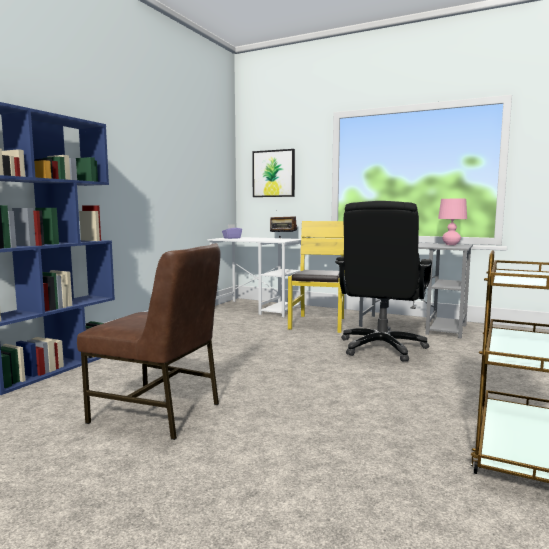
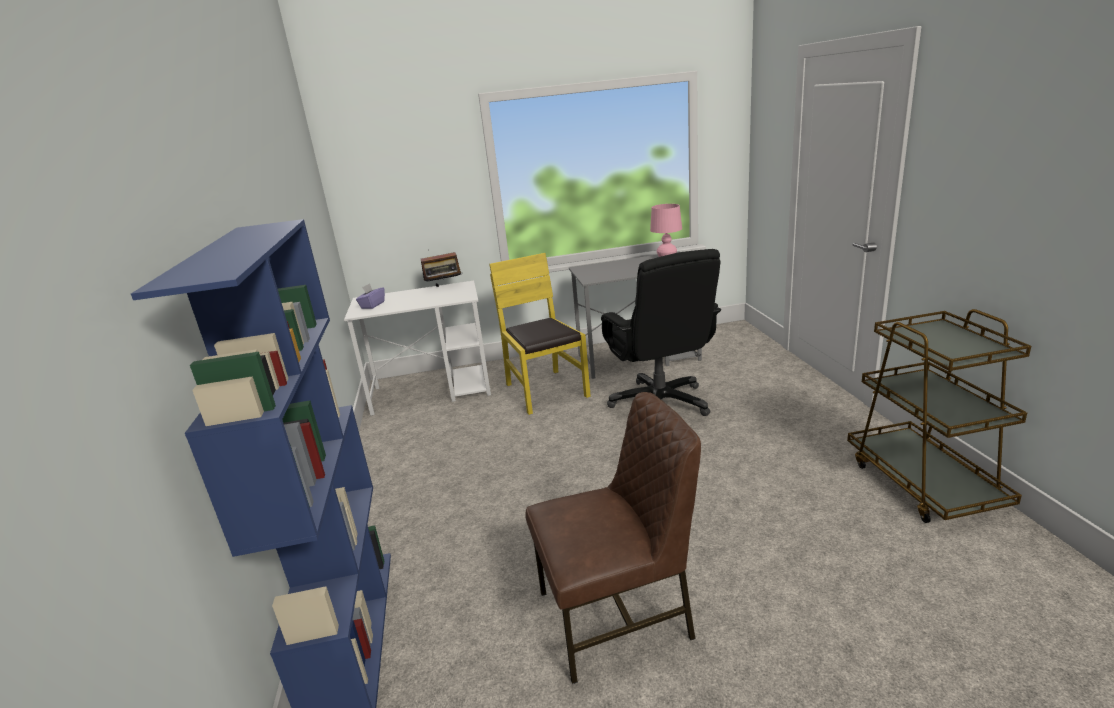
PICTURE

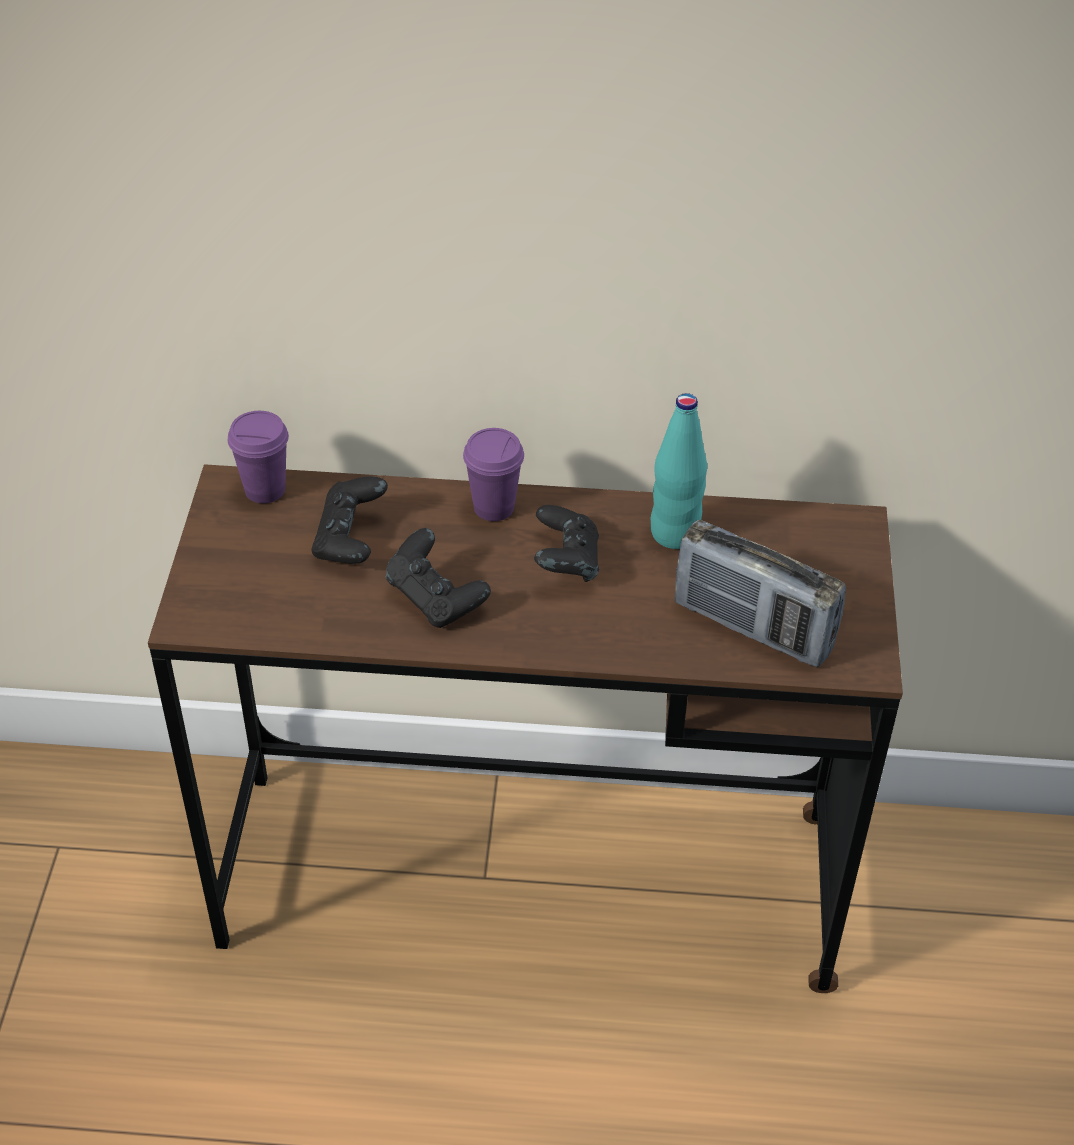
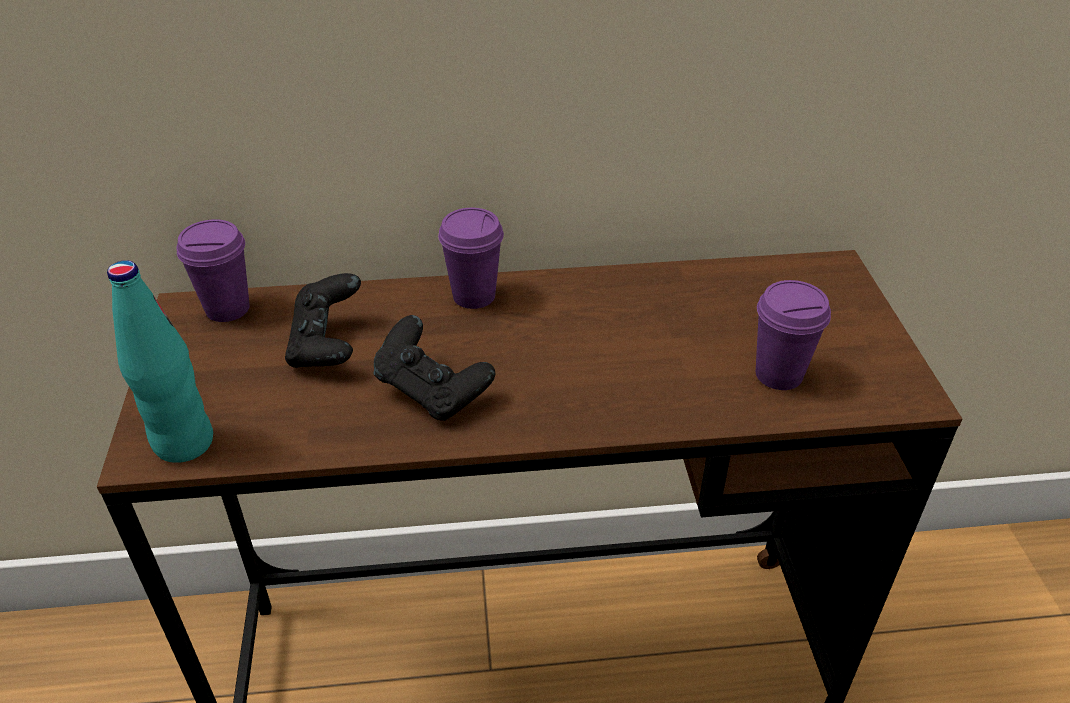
TURQUOISE BOTTLE
PURPLE CUP (3rd from left)
BLACK GAME CONTROLLER (3rd from left in the first image)

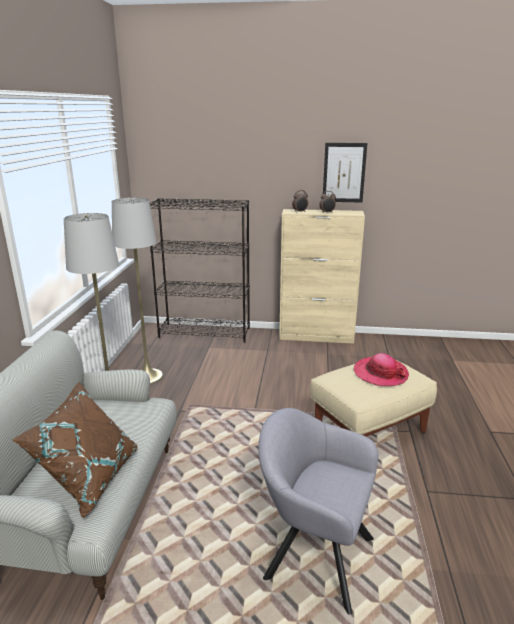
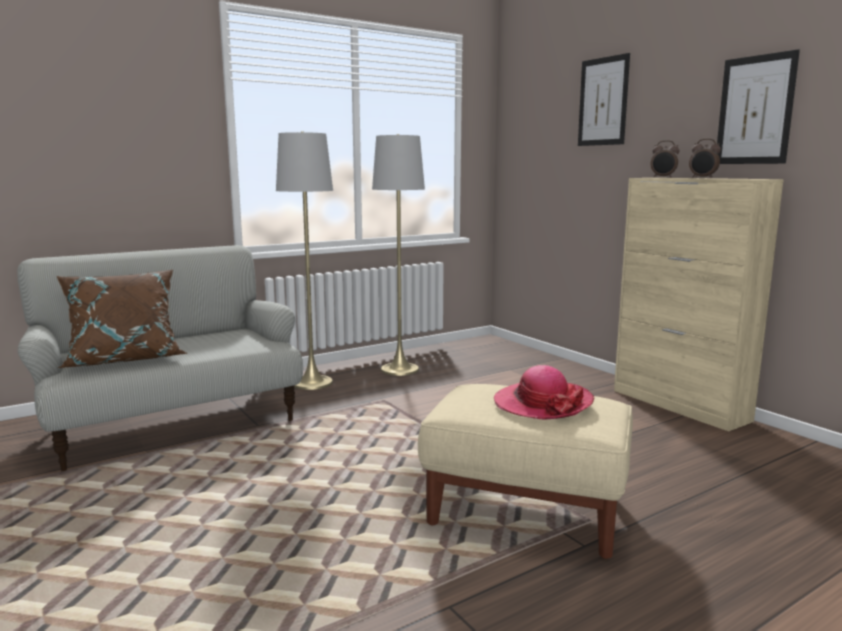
PICTURE (1st from left)
BLACK BOOKCASE
GREY ARMCHAIR

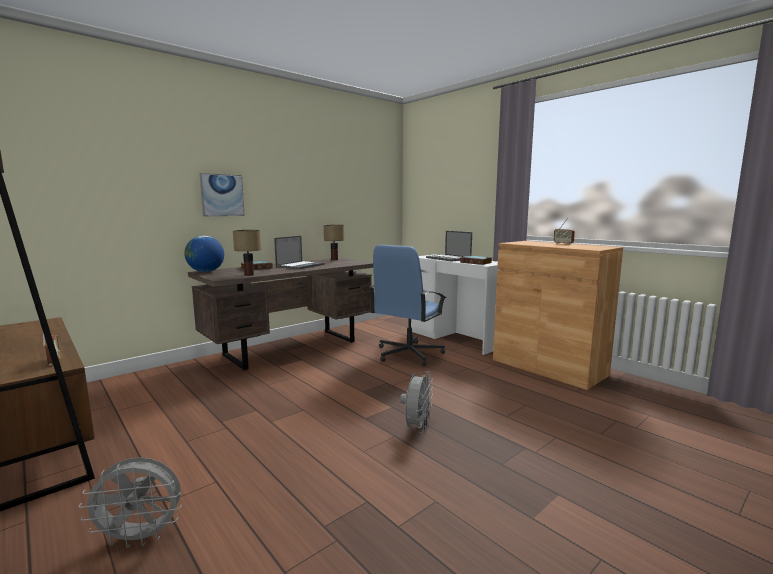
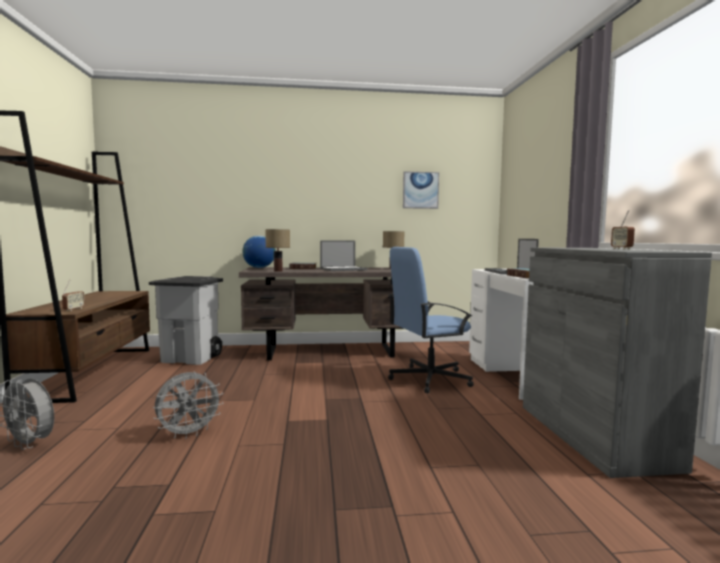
GREY TRASH CAN
GREY FAN (2nd from left)
PICTURE
GREY CABINET

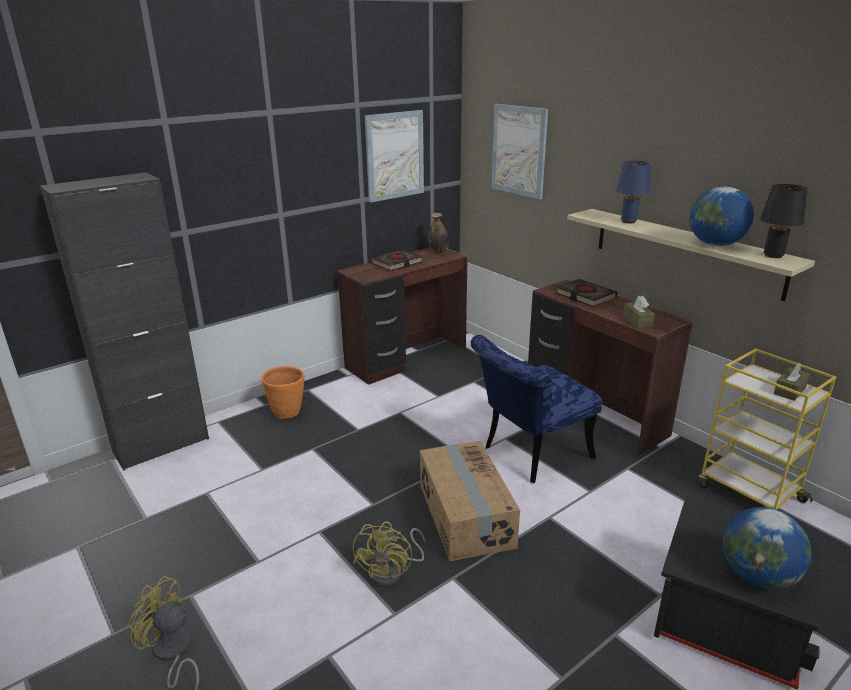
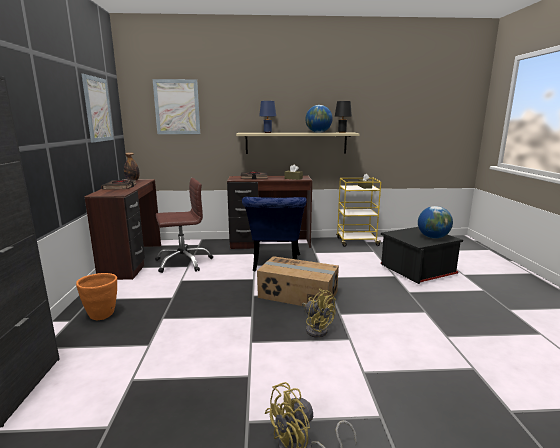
BROWN OFFICE CHAIR

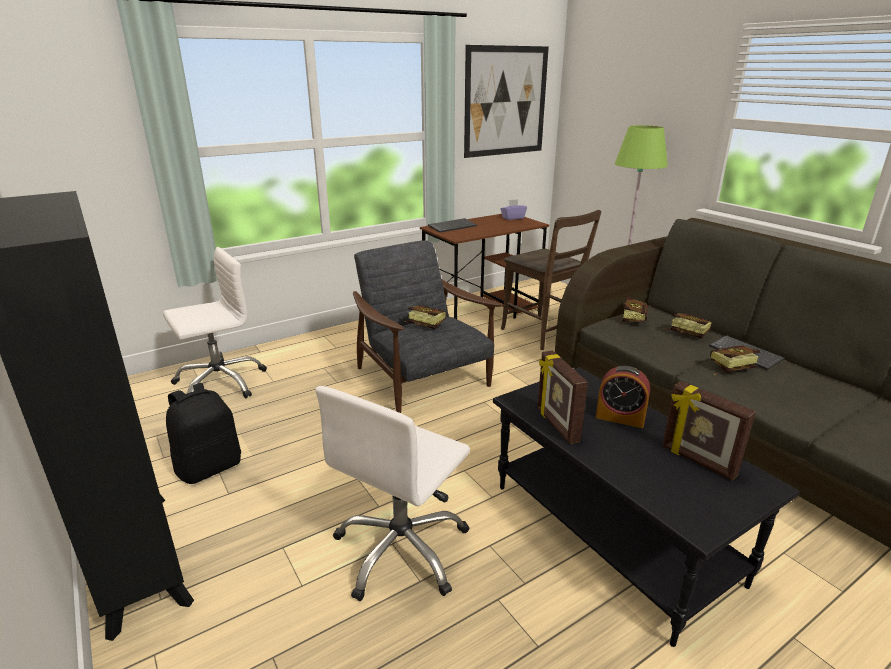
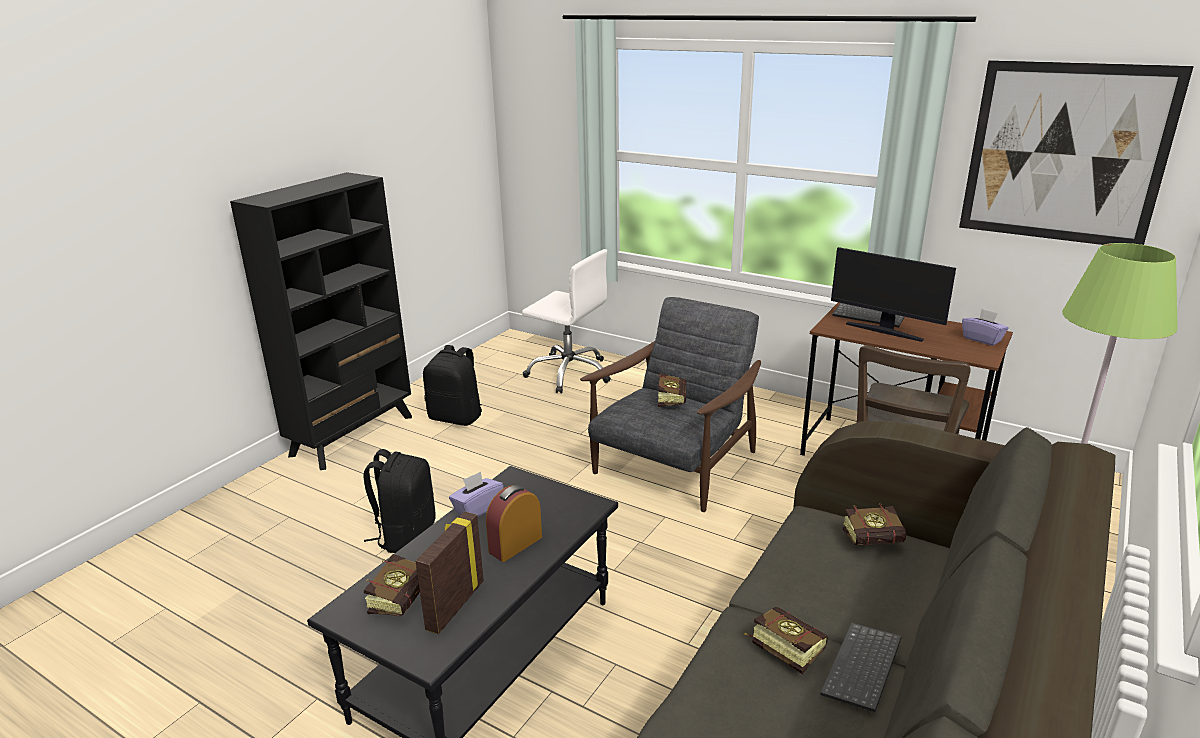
BLACK BACKPACK (1st from left)
BOOK (1st from left)
PURPLE TISSUE BOX (1st from left)
ALARM CLOCK
MONITOR

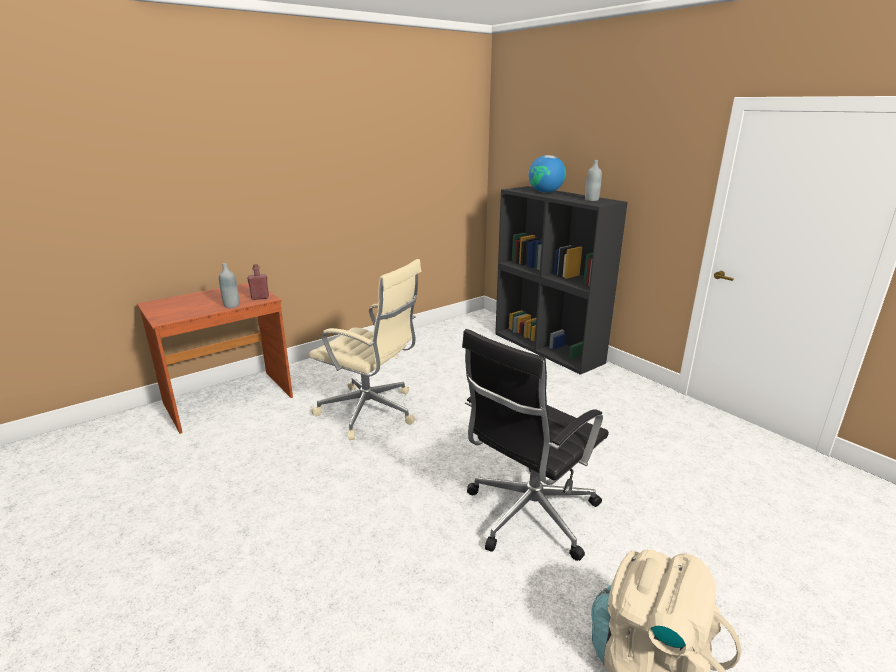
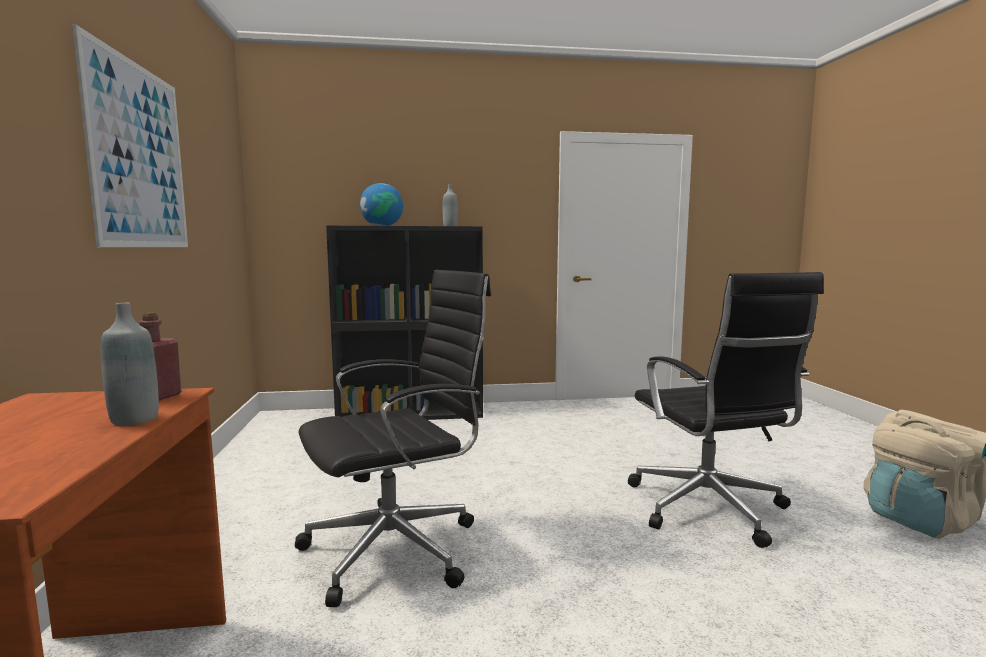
PICTURE
BLACK OFFICE CHAIR (1st from left)

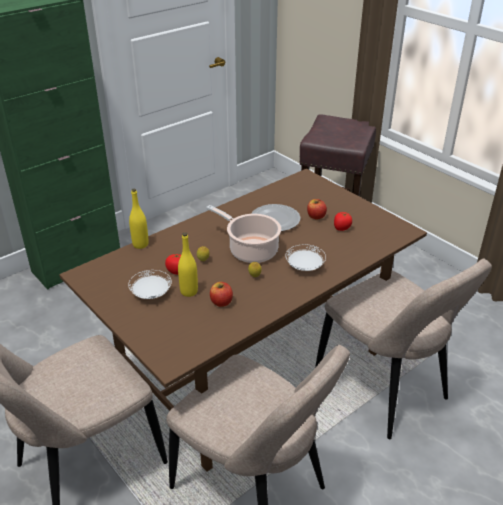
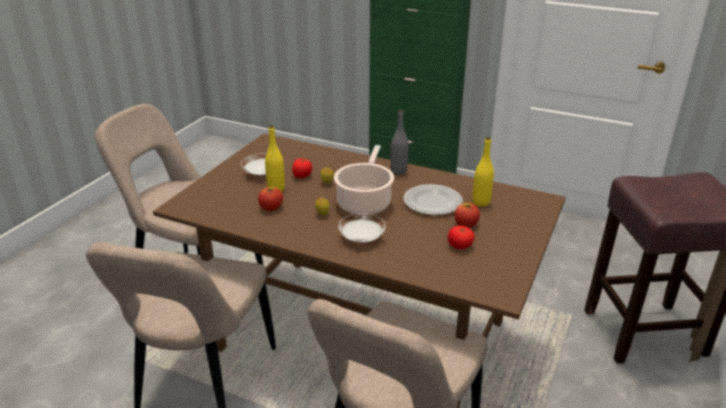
GREY BOTTLE
YELLOW BOTTLE (2nd from left)

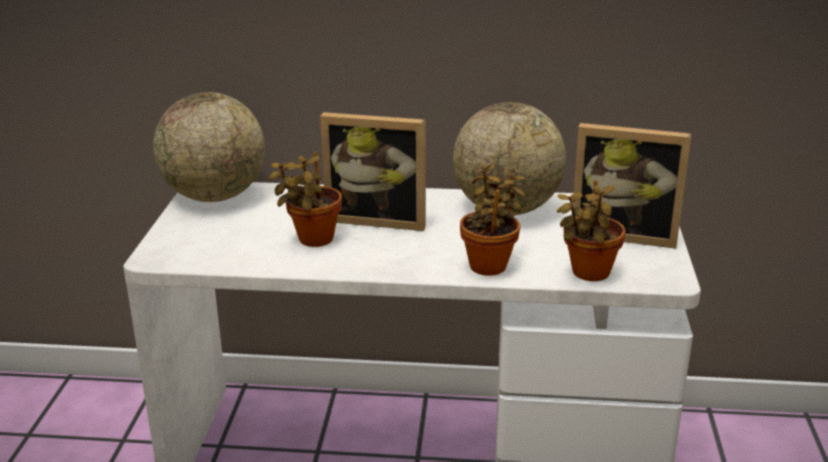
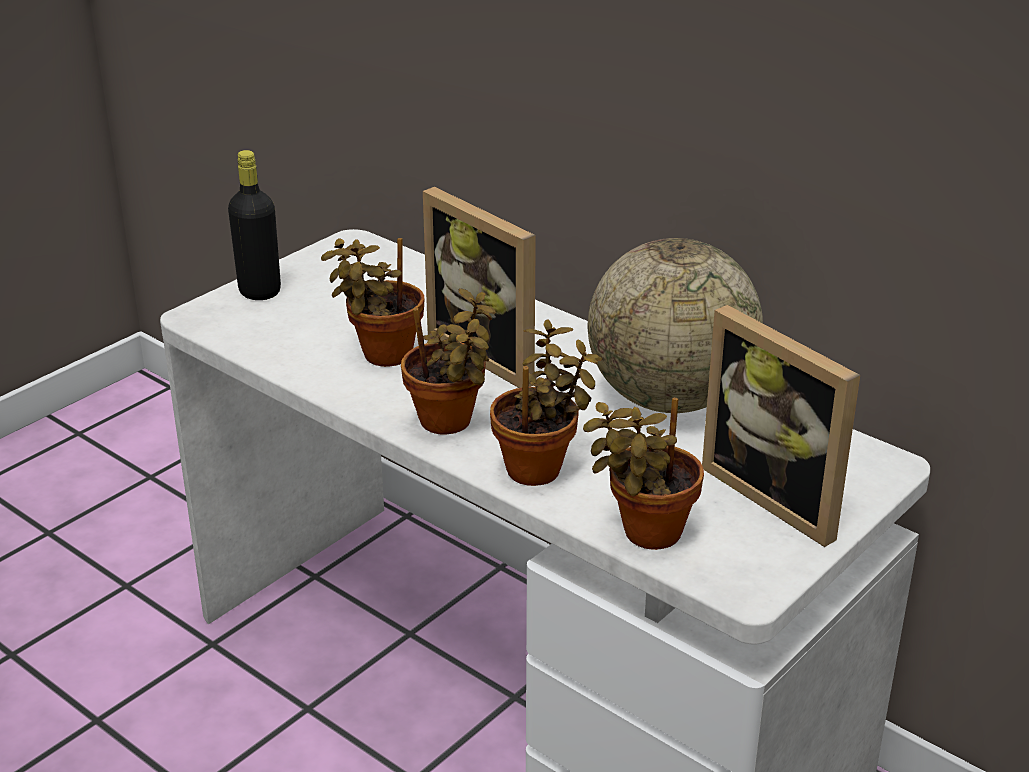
BLACK BOTTLE
POTTED PLANT (2nd from left)
GLOBE (1st from left in the first image)

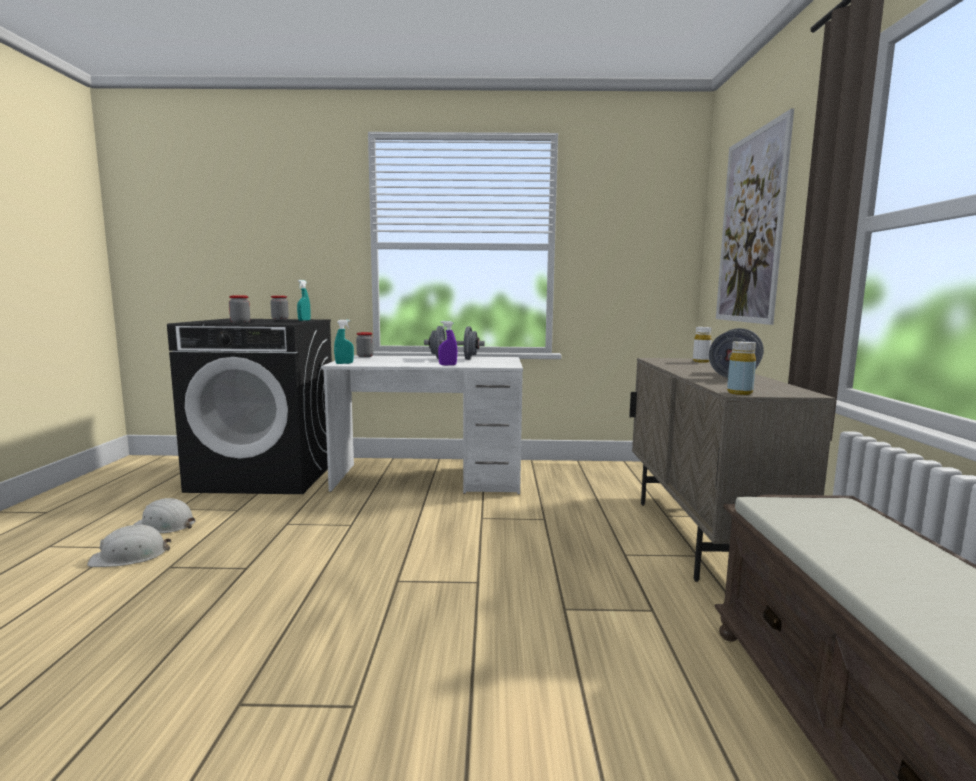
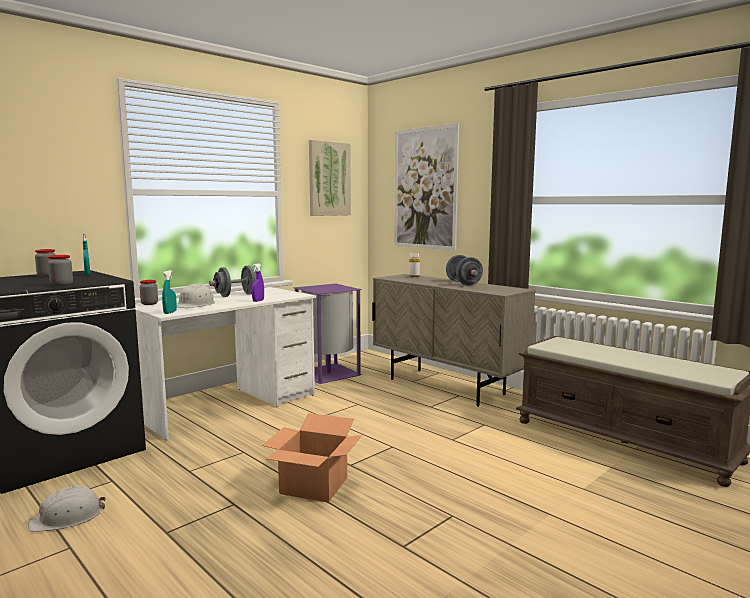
WHITE HARD HAT (2nd from left)
CARDBOARD BOX
PURPLE TRASH CAN
PICTURE (1st from left)
YELLOW BOTTLE

